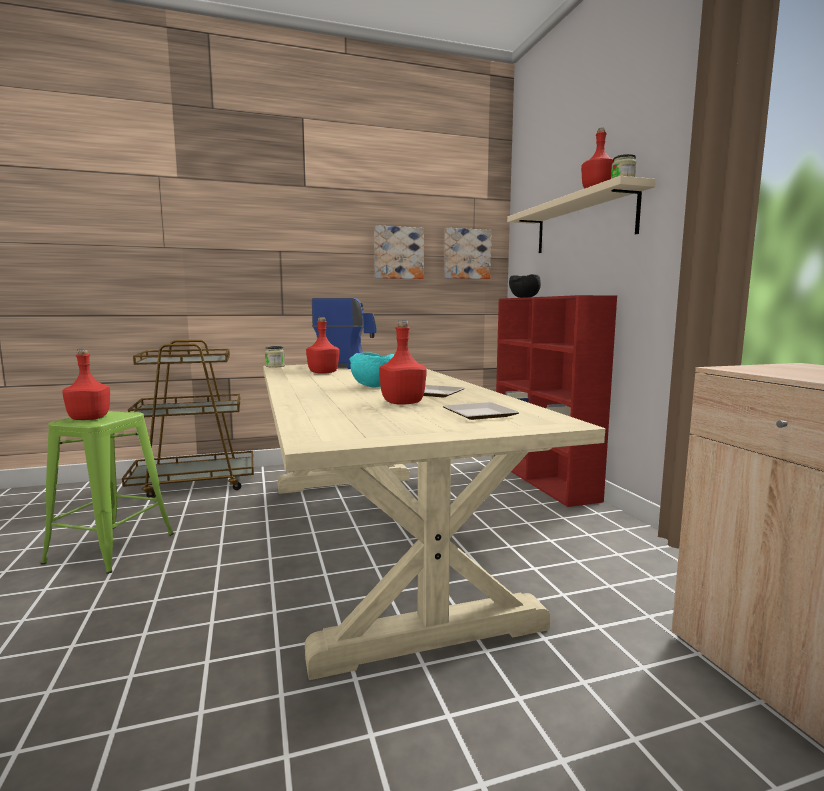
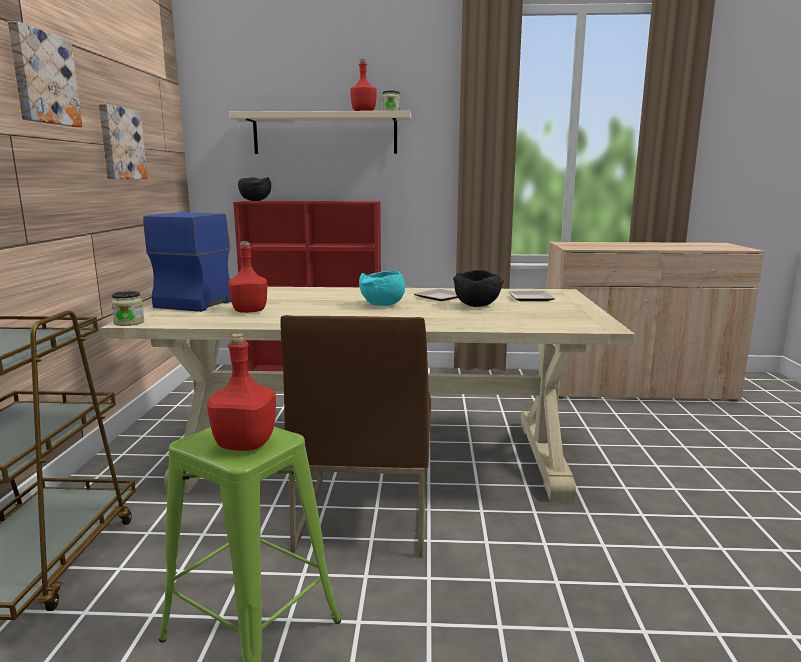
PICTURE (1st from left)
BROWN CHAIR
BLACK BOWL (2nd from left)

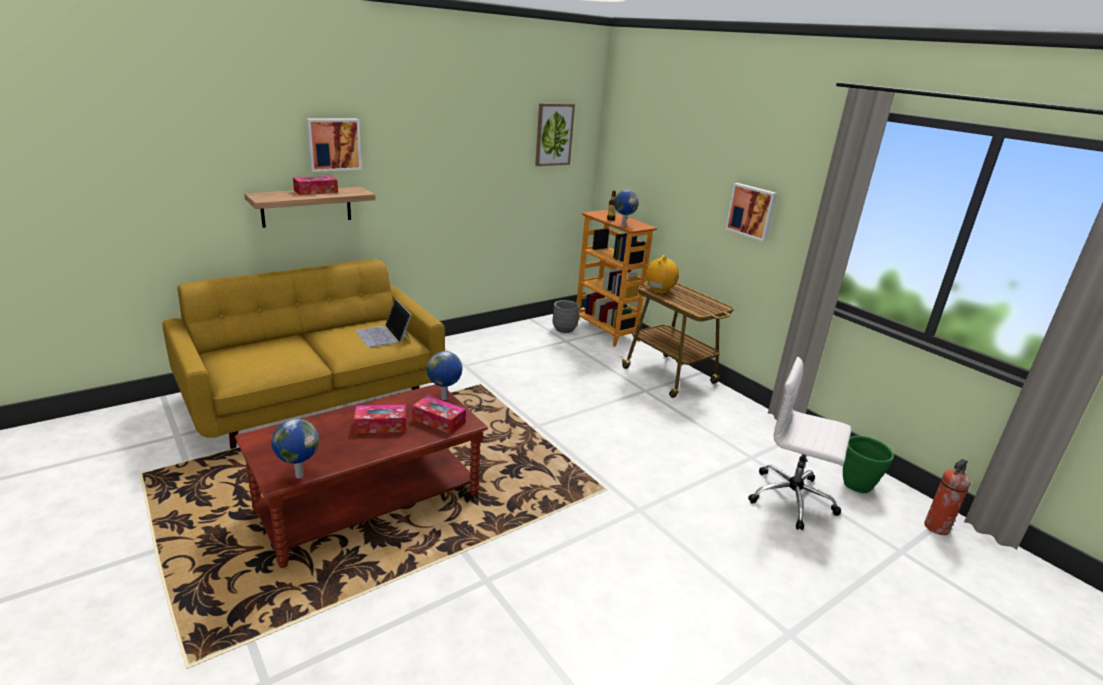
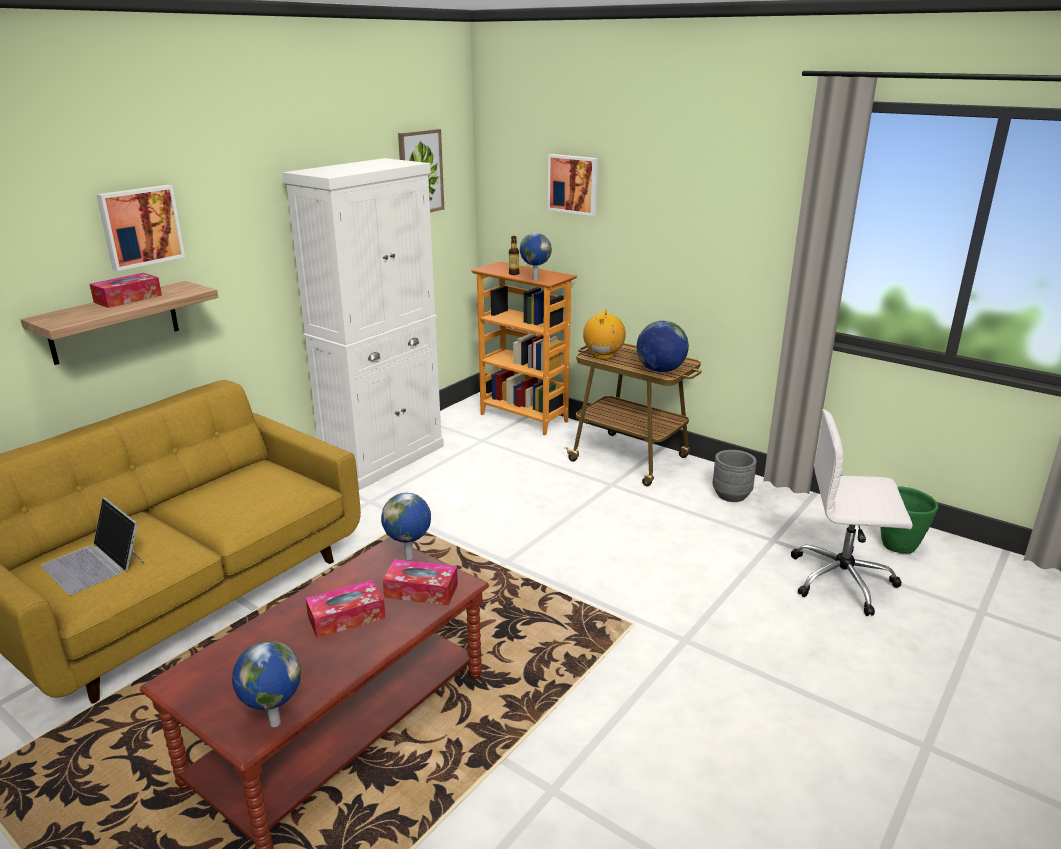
LAPTOP
WHITE CABINET
PICTURE (3rd from left)
GLOBE (4th from left)
GREY PLANTER
FIRE EXTINGUISHER

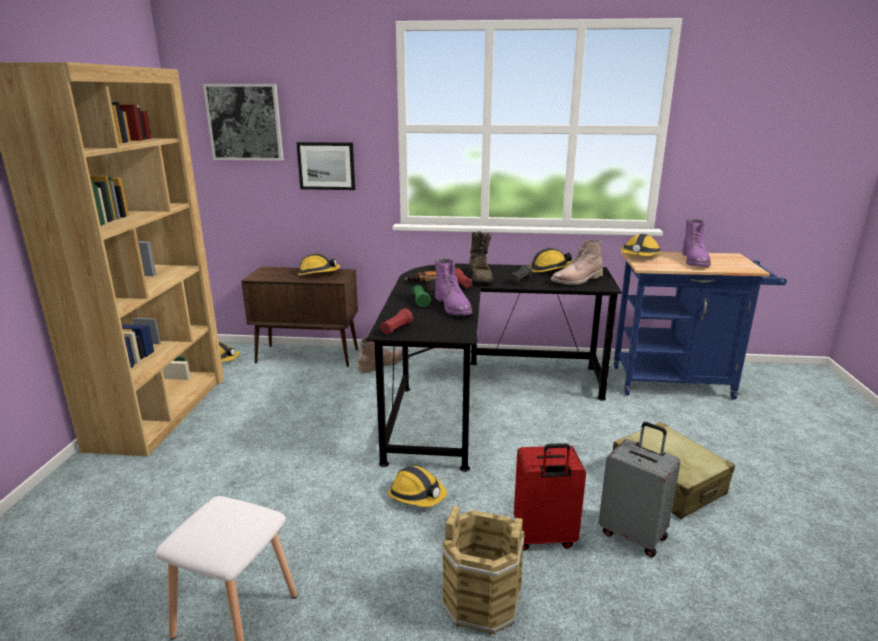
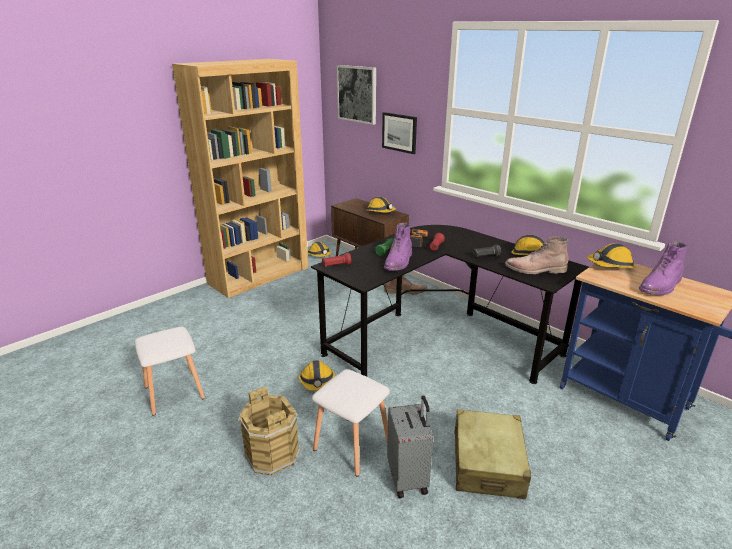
WHITE STOOL (2nd from left)
BROWN BOOT (2nd from left in the first image)

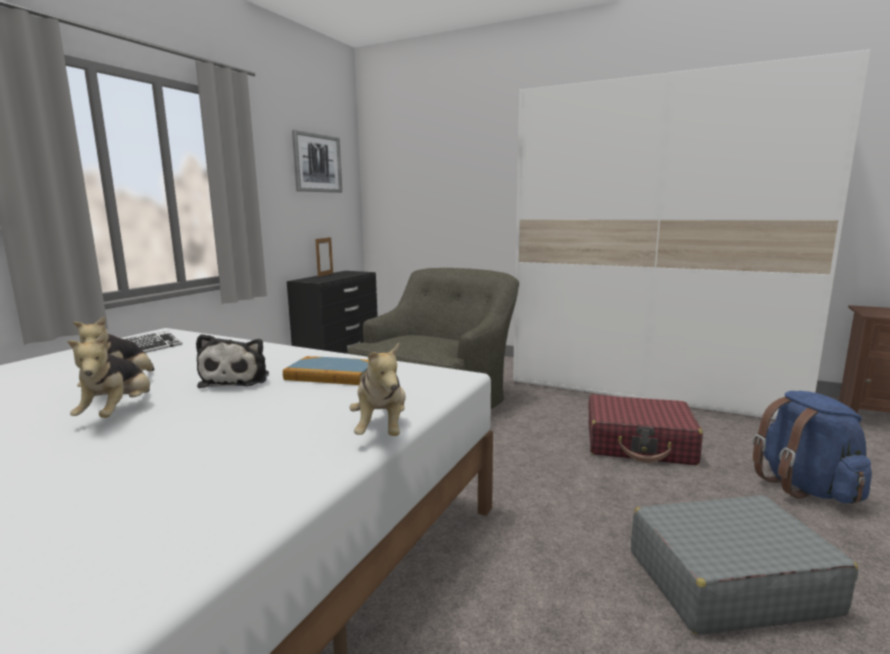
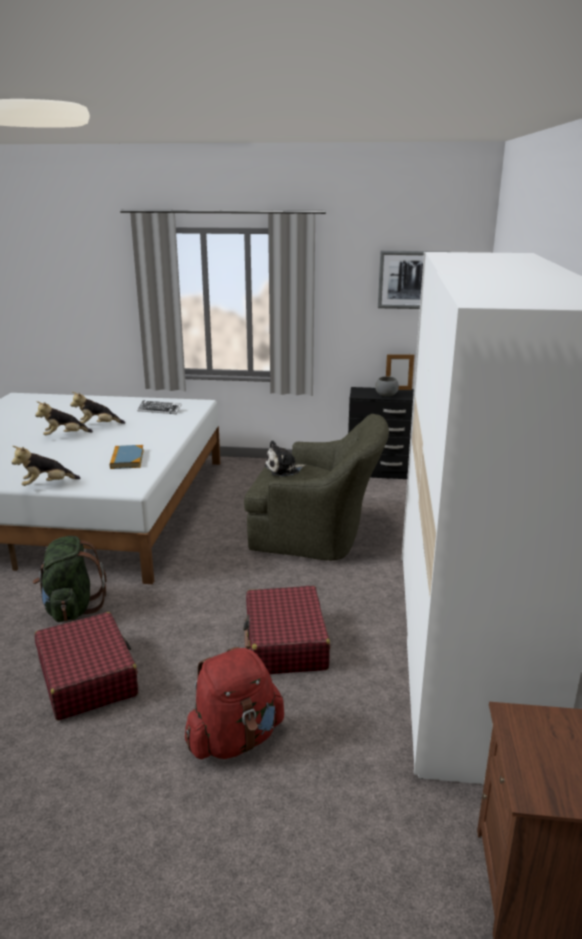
GREEN BACKPACK
RED SUITCASE (1st from left)
RED BACKPACK
PLUSH TOY (4th from left)
GREY BOWL

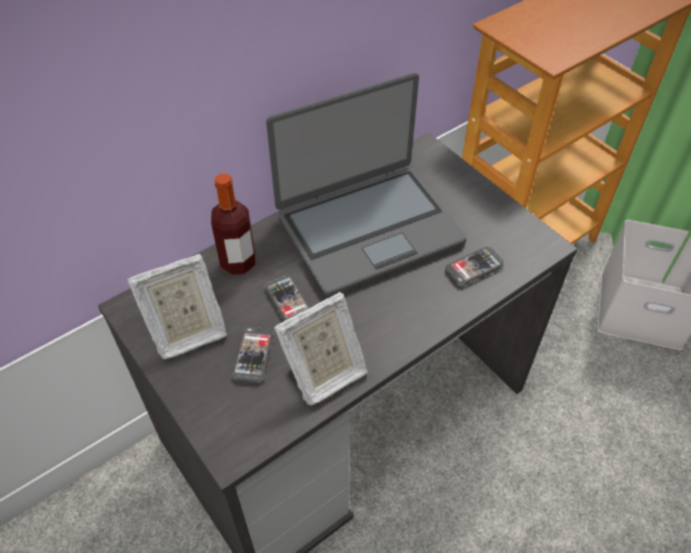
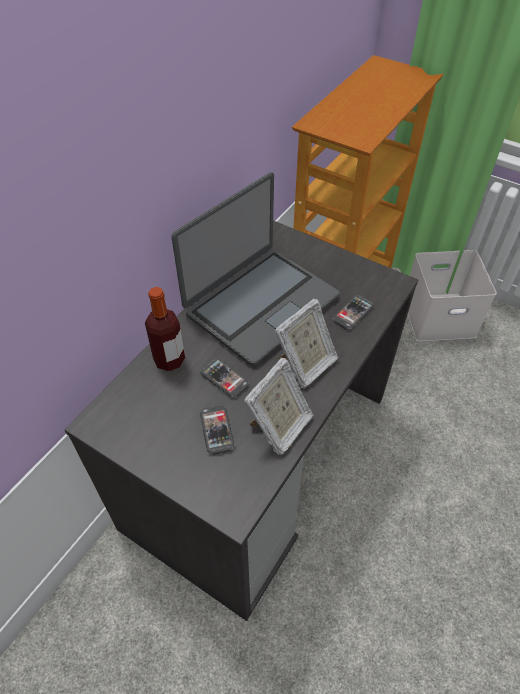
PICTURE FRAME (2nd from left)

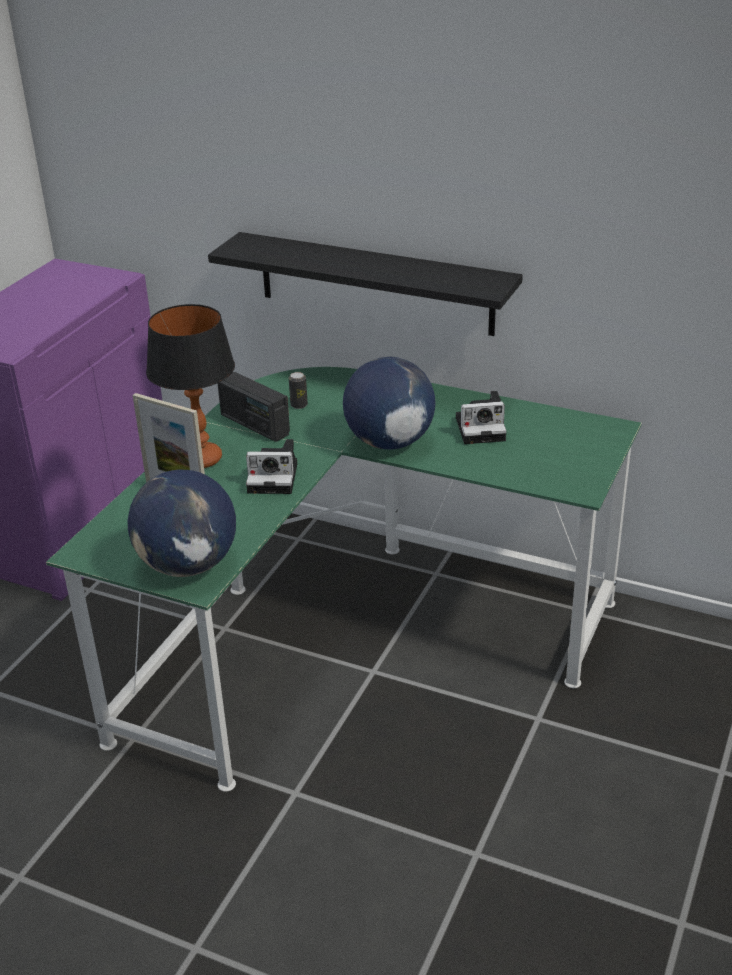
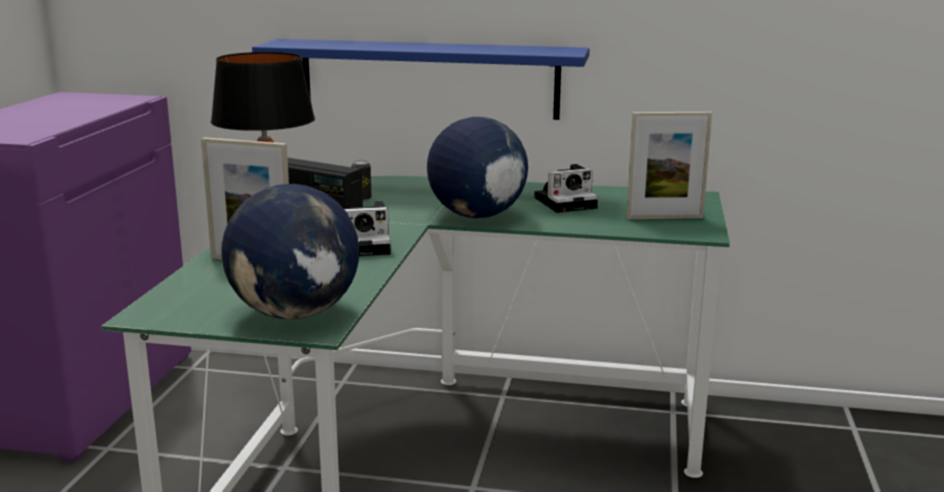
BLUE SHELF
PICTURE FRAME (2nd from left)

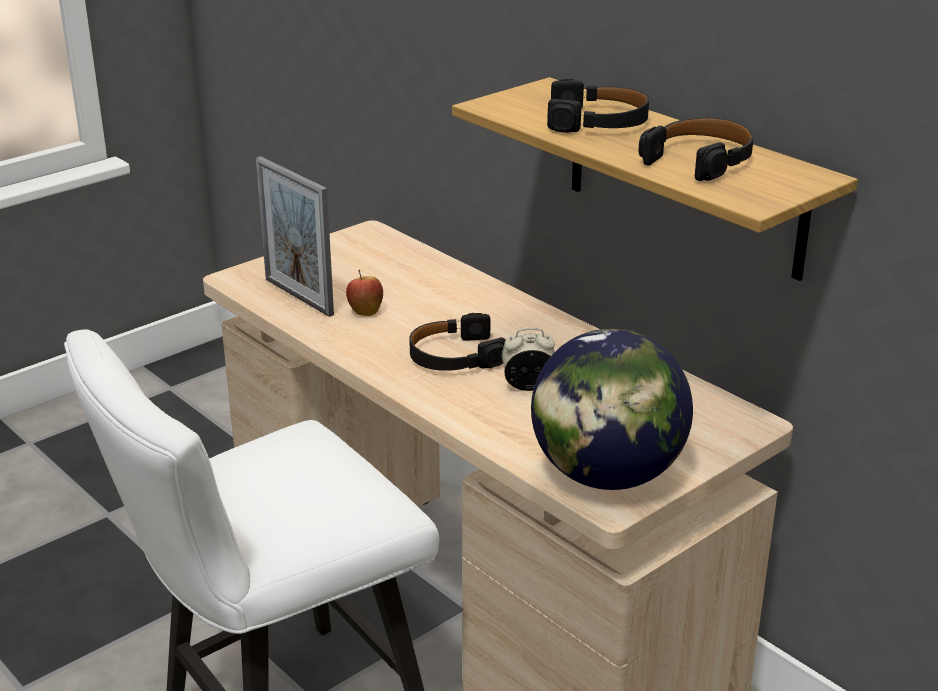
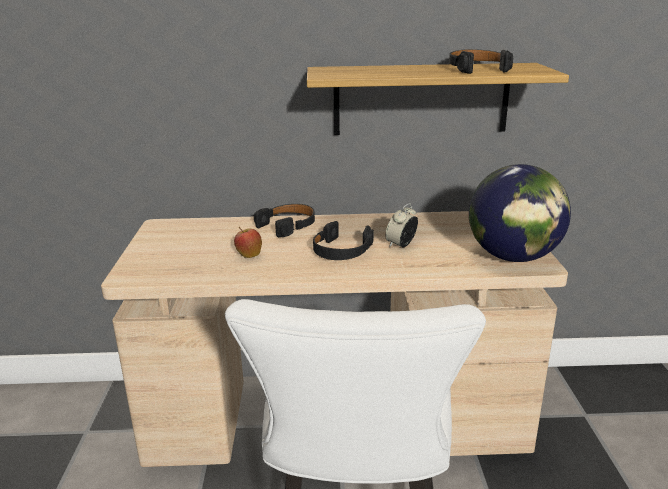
BLACK HEADPHONES (1st from left)
PICTURE FRAME

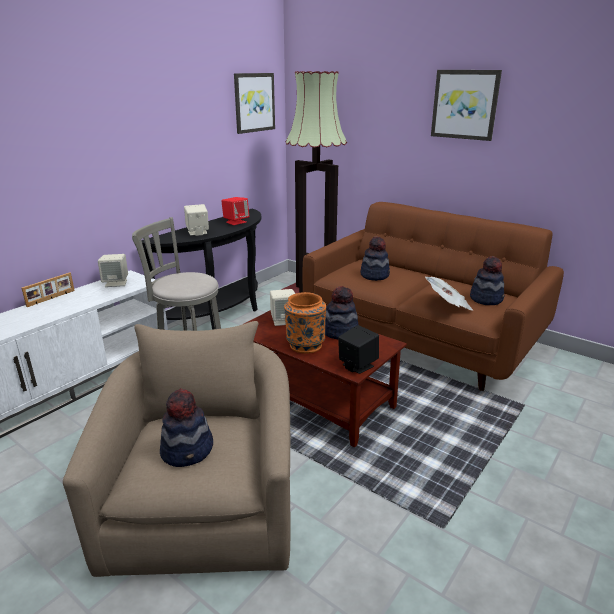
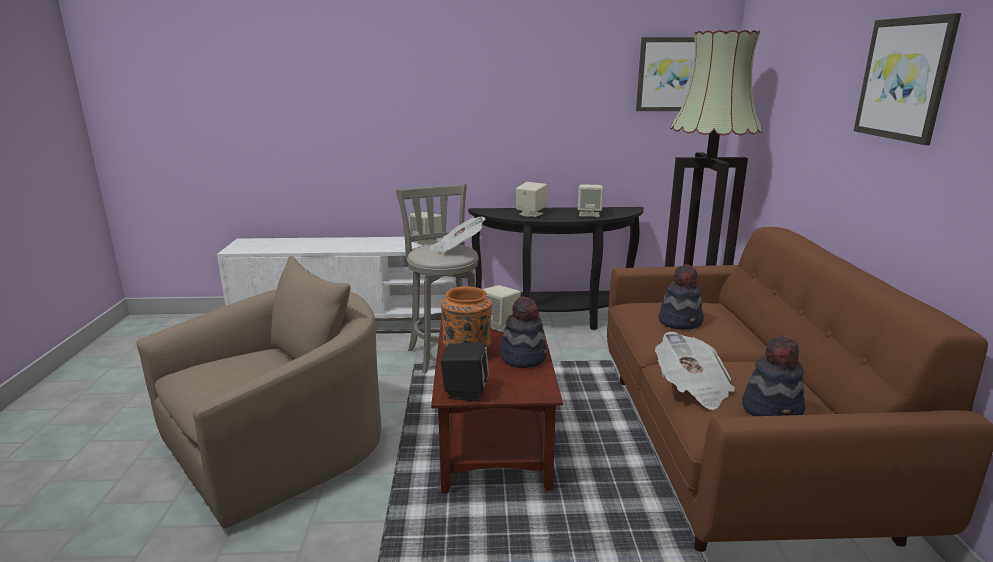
NEWSPAPER (1st from left)
BEIGE SPEAKER (4th from left)
PICTURE FRAME
HAT (1st from left in the first image)

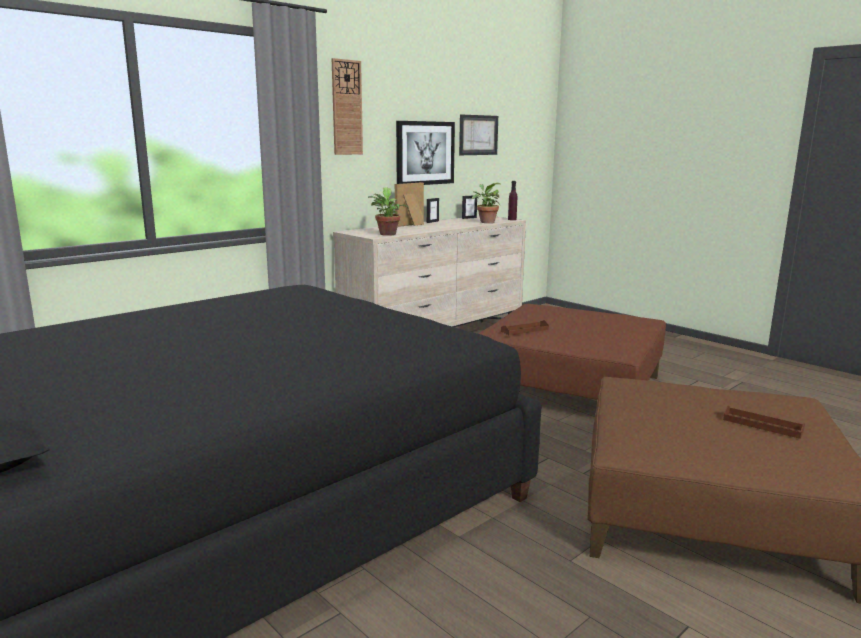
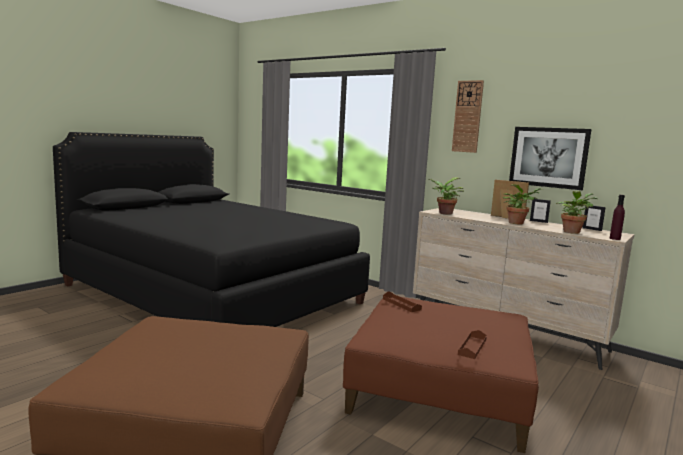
BROWN TRAY (2nd from left)
POTTED PLANT (2nd from left)
PICTURE (2nd from left in the first image)

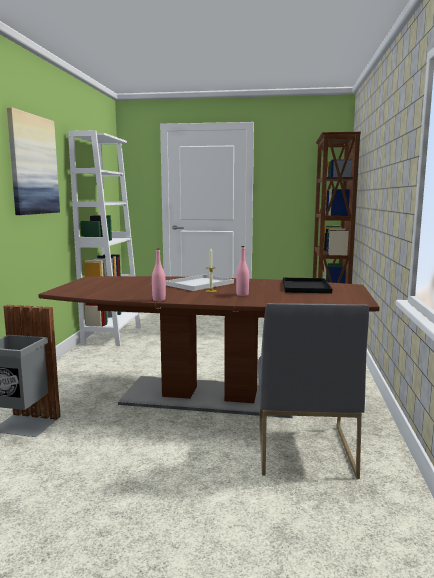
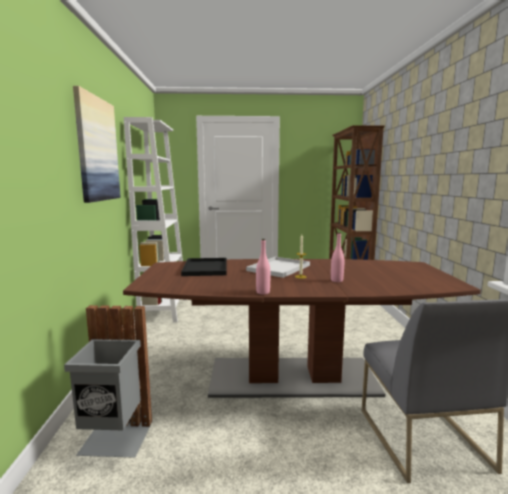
BLACK TRAY

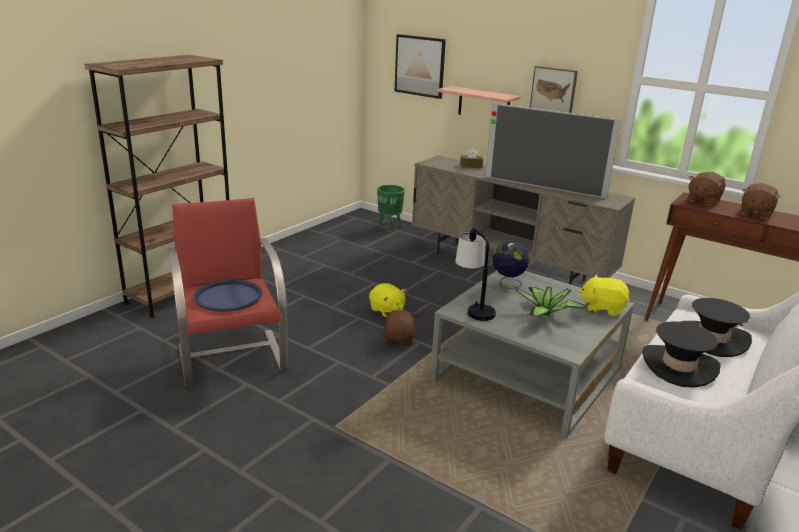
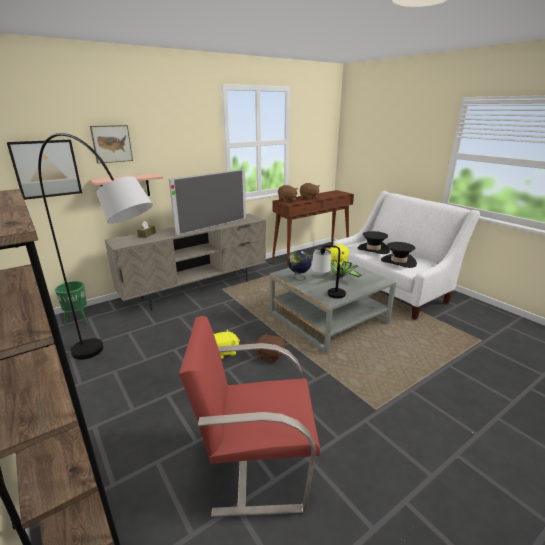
GREY FLOOR LAMP
PICTURE (2nd from left)
BLUE TRAY

